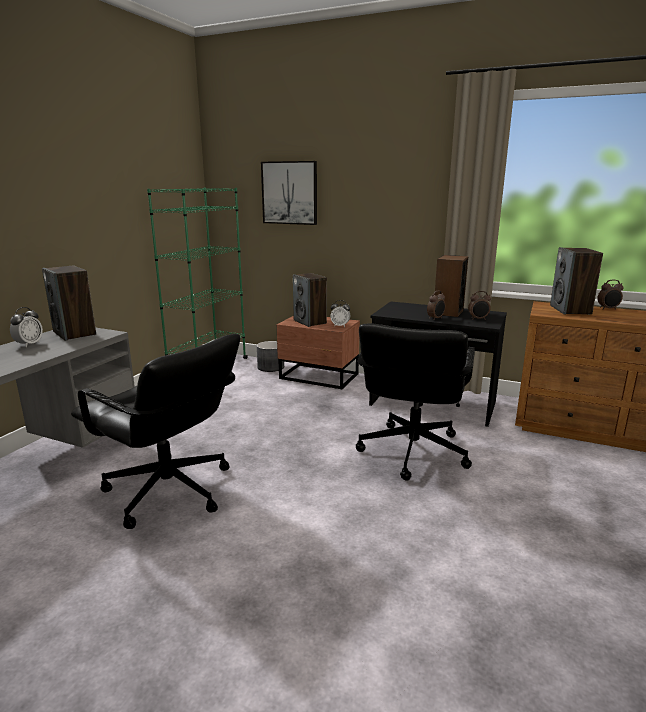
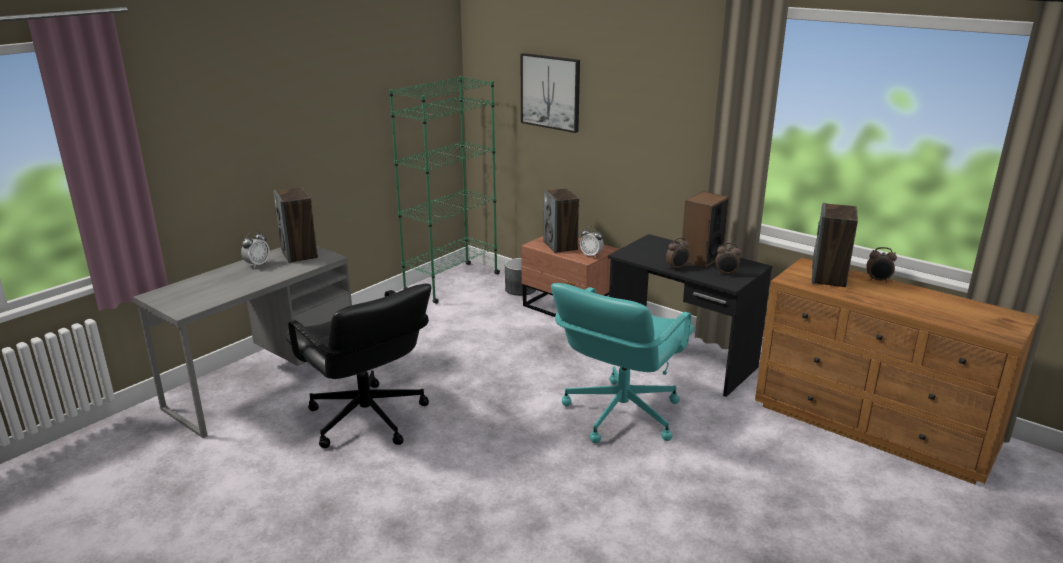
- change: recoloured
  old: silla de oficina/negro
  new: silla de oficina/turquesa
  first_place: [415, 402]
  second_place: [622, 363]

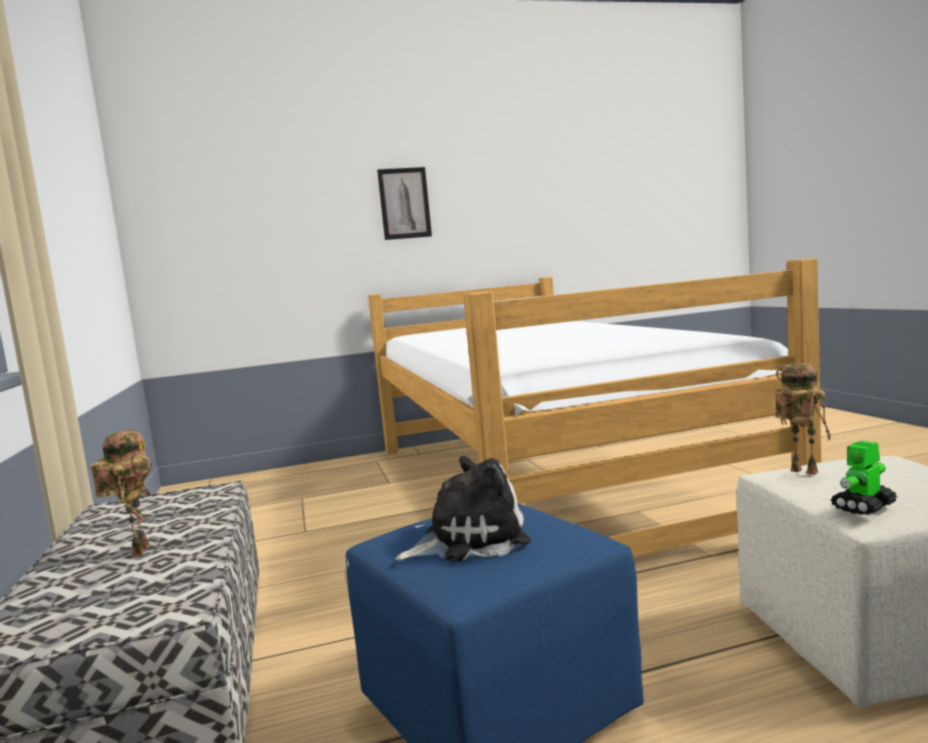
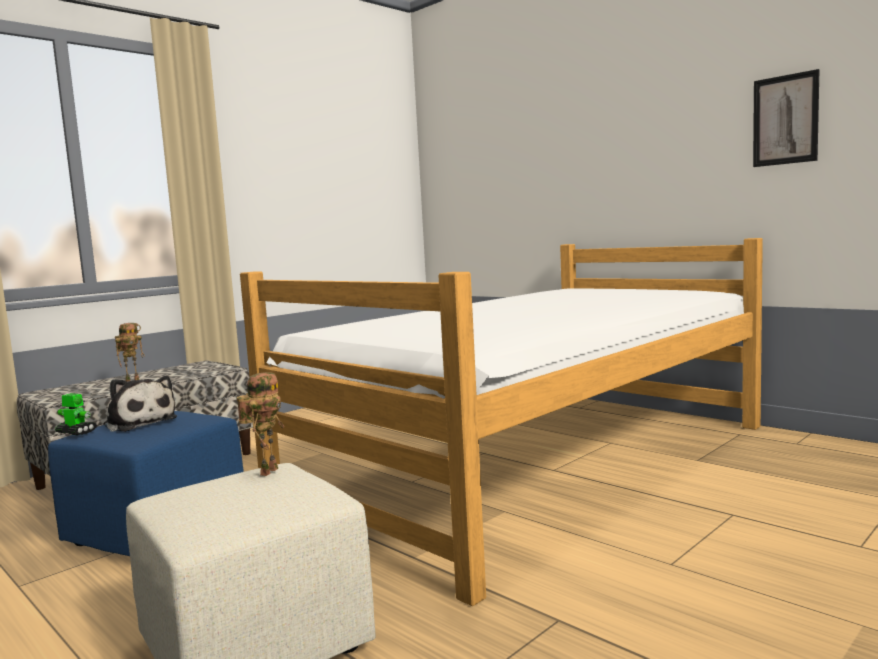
- change: moved
  old: cuadro
  first_place: [404, 203]
  second_place: [786, 118]
- change: moved
  old: robot de juguete
  first_place: [863, 478]
  second_place: [76, 414]

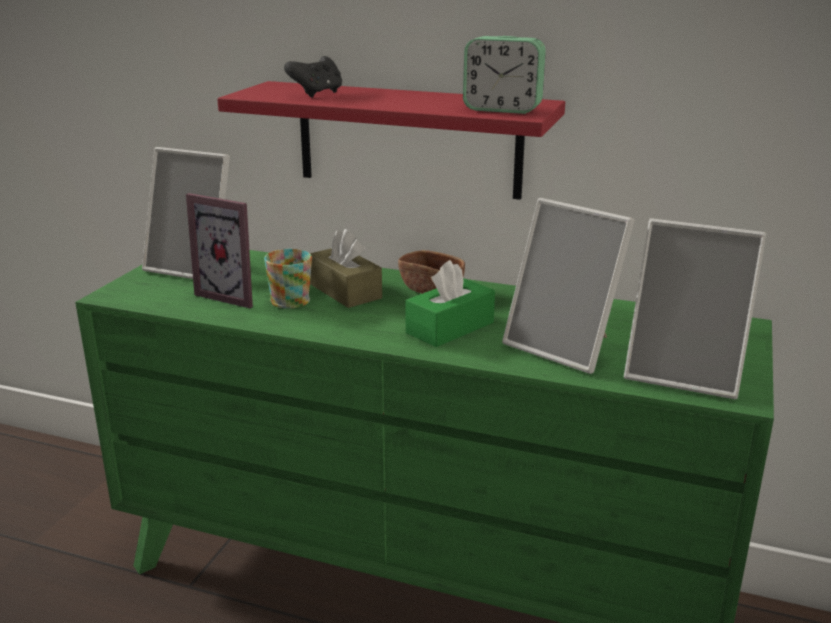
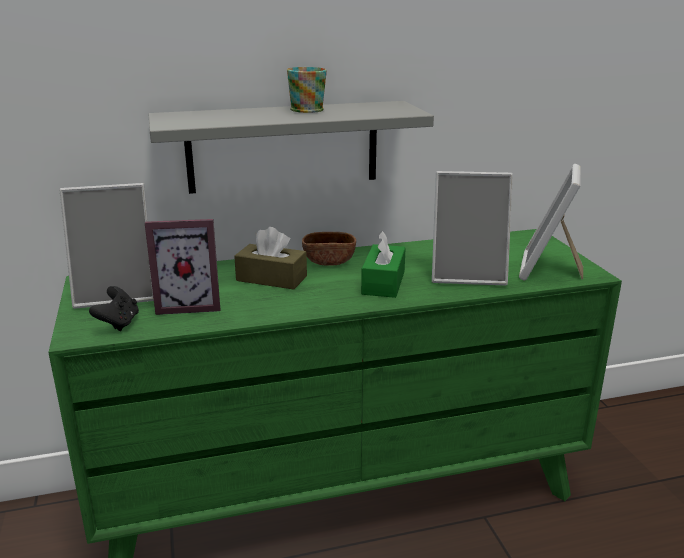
- change: recoloured
  old: estante/rojo
  new: estante/gris
  first_place: [391, 140]
  second_place: [291, 147]
- change: moved
  old: taza grande
  first_place: [288, 279]
  second_place: [307, 90]
- change: moved
  old: mando de consola/negro
  first_place: [313, 76]
  second_place: [114, 308]
- change: removed
  old: despertador
  first_place: [504, 75]
- change: turned
  old: portarretratos
  first_place: [695, 308]
  second_place: [551, 222]
  degrees: 120

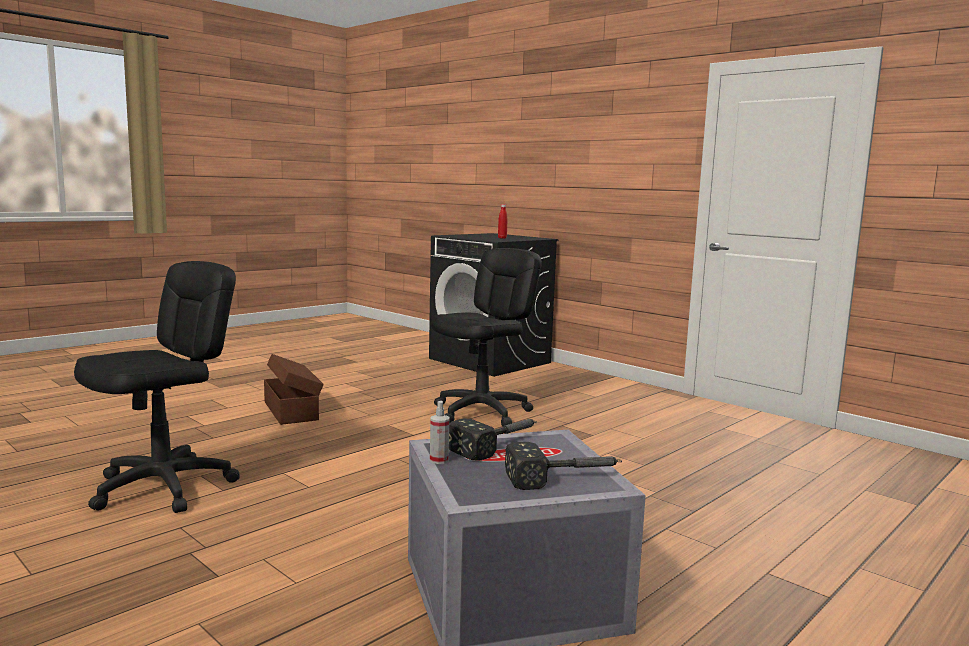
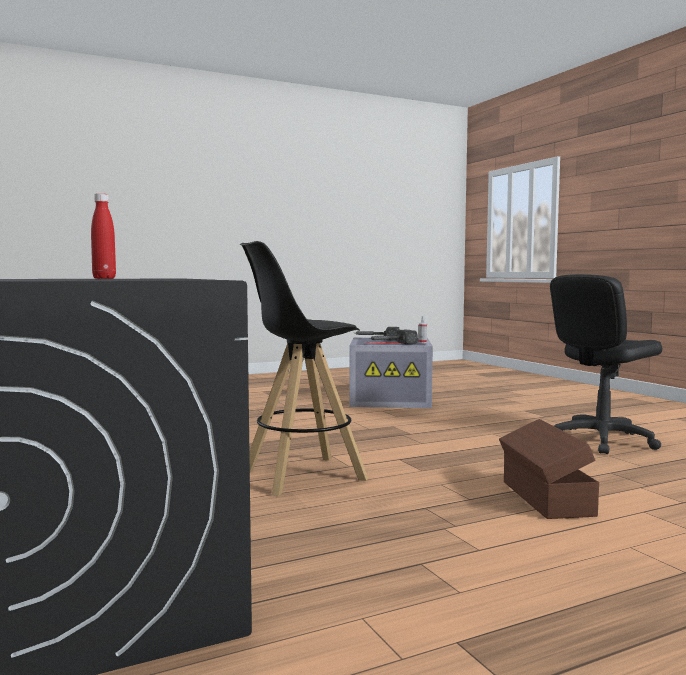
- change: replaced
  old: silla de oficina/negro
  new: taburete/negro
  first_place: [486, 337]
  second_place: [304, 368]

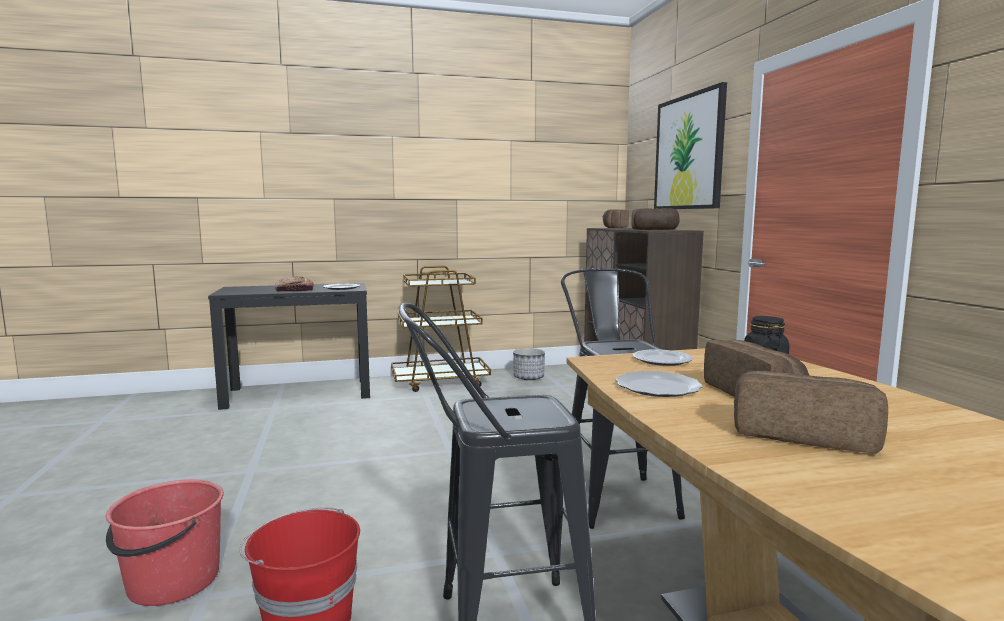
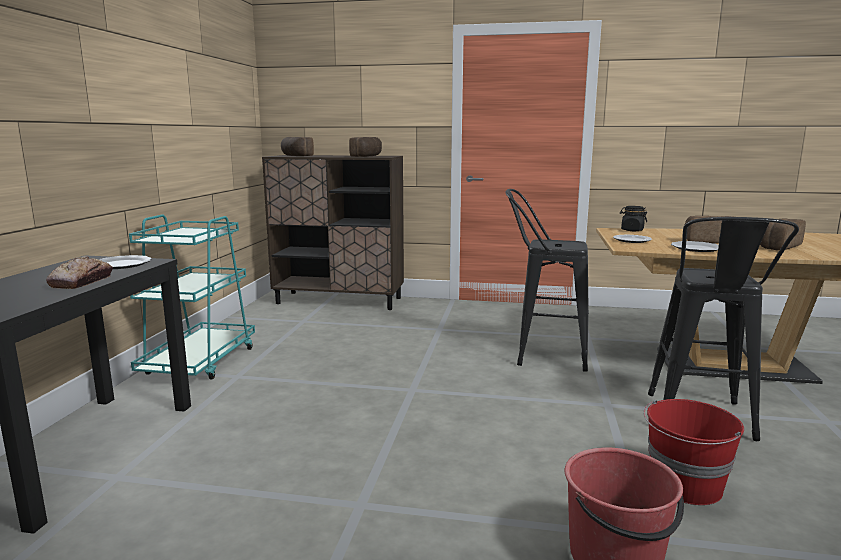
- change: recoloured
  old: carrito/marrón
  new: carrito/turquesa
  first_place: [441, 329]
  second_place: [192, 297]
- change: removed
  old: maceta
  first_place: [529, 364]
- change: removed
  old: cuadro
  first_place: [690, 145]

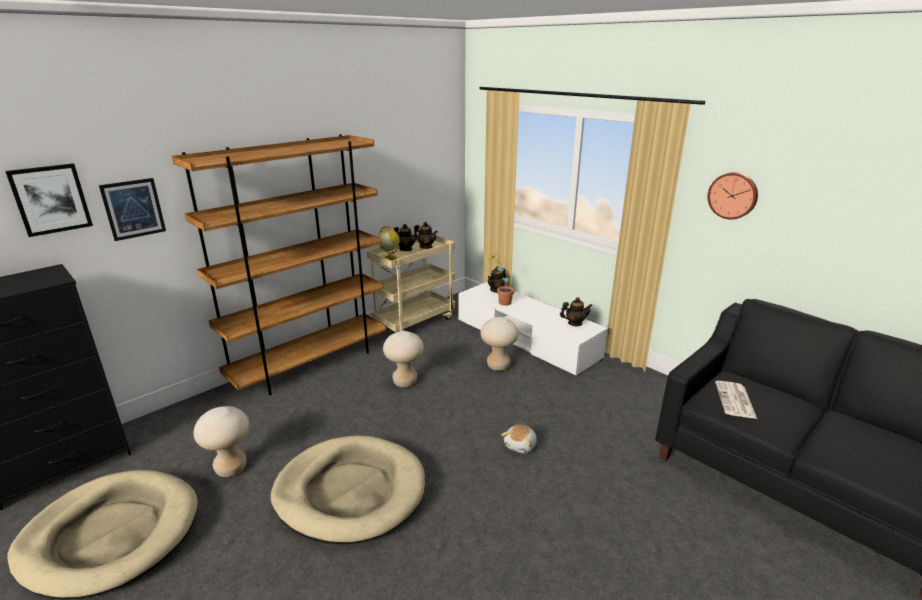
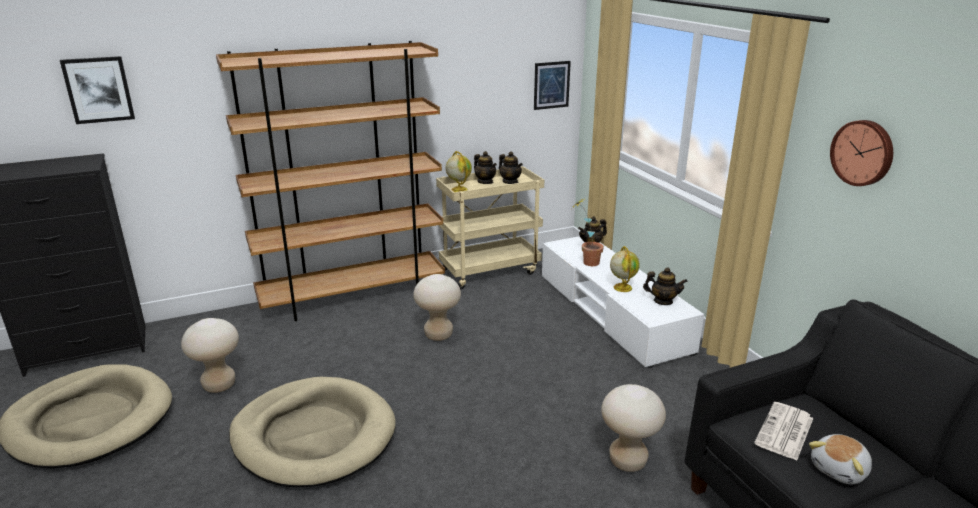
- change: moved
  old: cuadro
  first_place: [132, 209]
  second_place: [552, 85]
- change: moved
  old: taburete/beis
  first_place: [499, 344]
  second_place: [633, 428]
- change: moved
  old: peluche
  first_place: [519, 439]
  second_place: [840, 459]
- change: added
  new: globo terráqueo
  second_place: [625, 269]

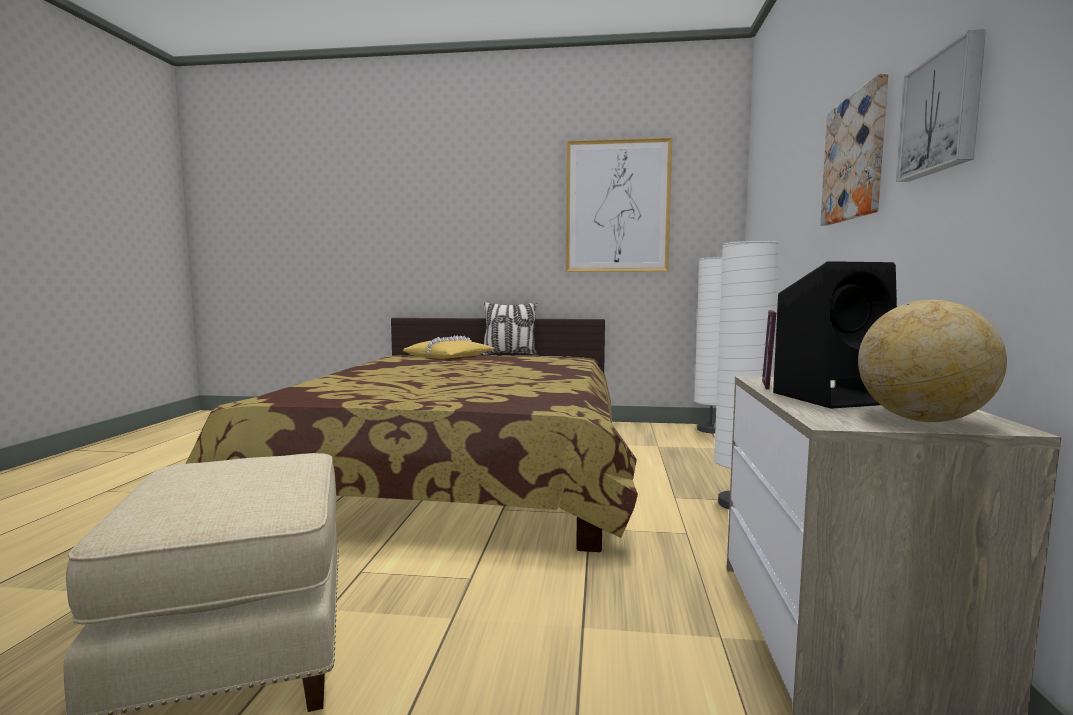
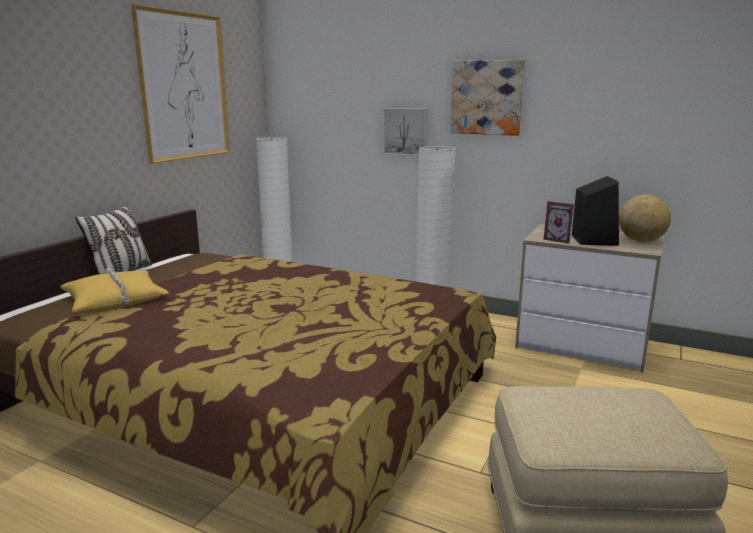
- change: moved
  old: cuadro
  first_place: [941, 105]
  second_place: [405, 132]

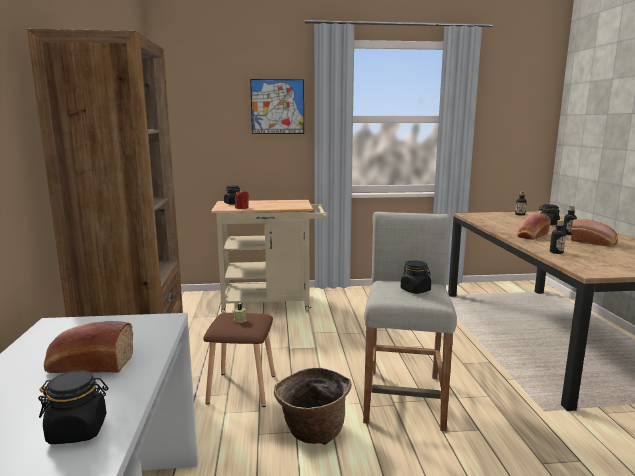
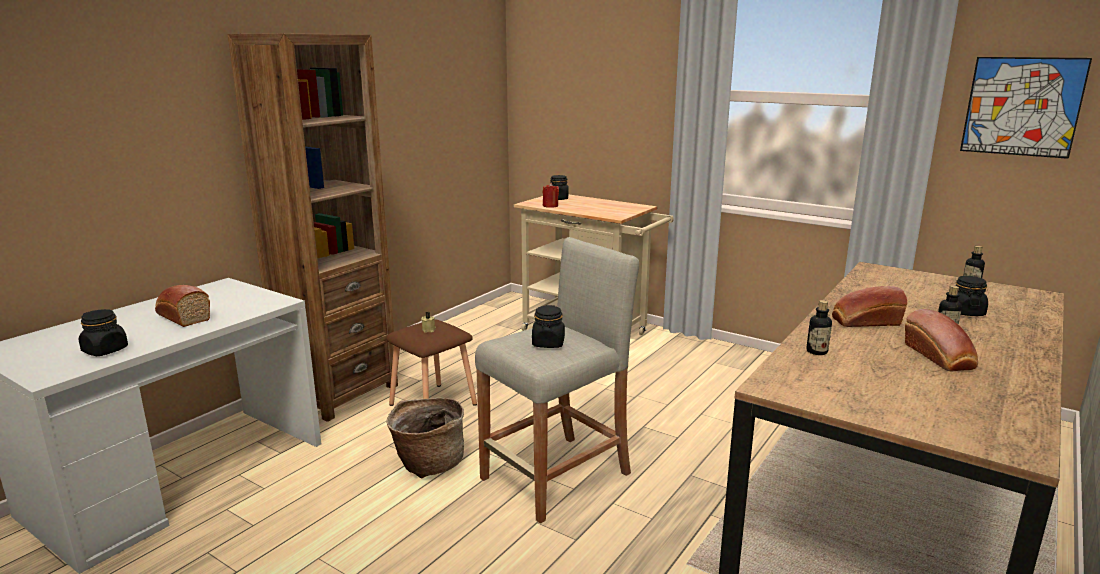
- change: moved
  old: cuadro
  first_place: [277, 106]
  second_place: [1026, 108]

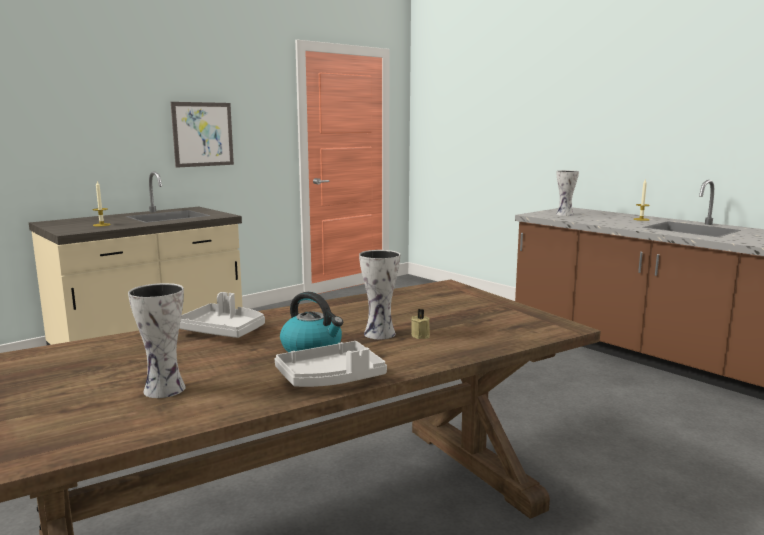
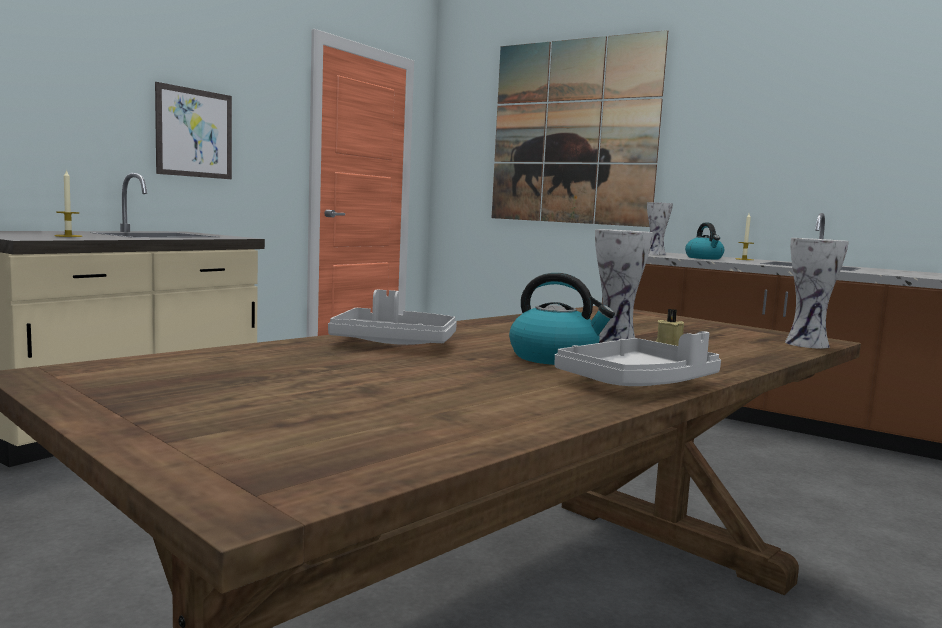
- change: moved
  old: florero
  first_place: [157, 340]
  second_place: [817, 293]
- change: added
  new: cuadro
  second_place: [580, 128]
- change: added
  new: hervidor
  second_place: [704, 241]

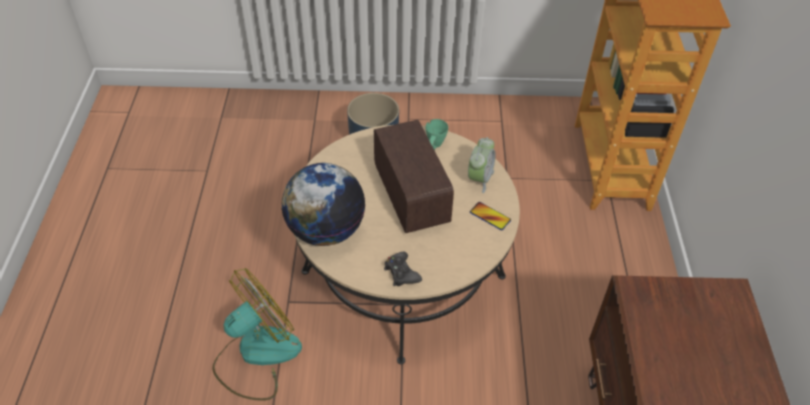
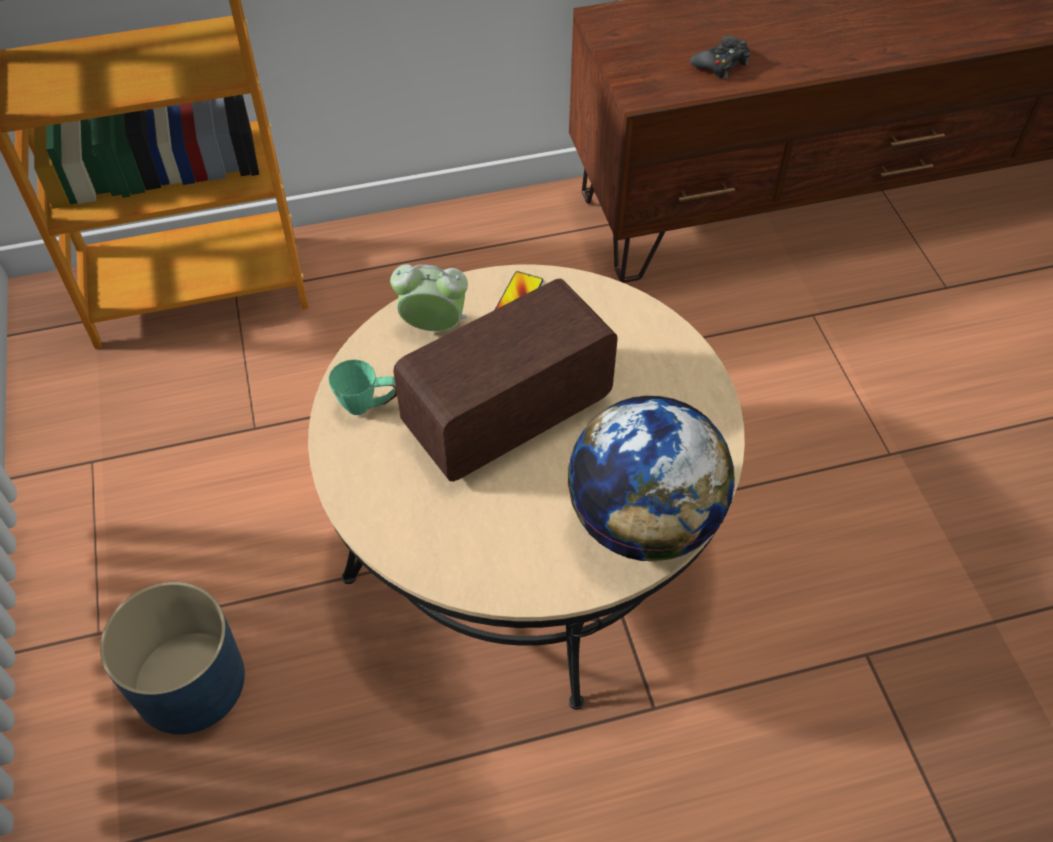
- change: removed
  old: ventilador
  first_place: [257, 334]
- change: moved
  old: mando de consola/negro
  first_place: [403, 269]
  second_place: [720, 57]

